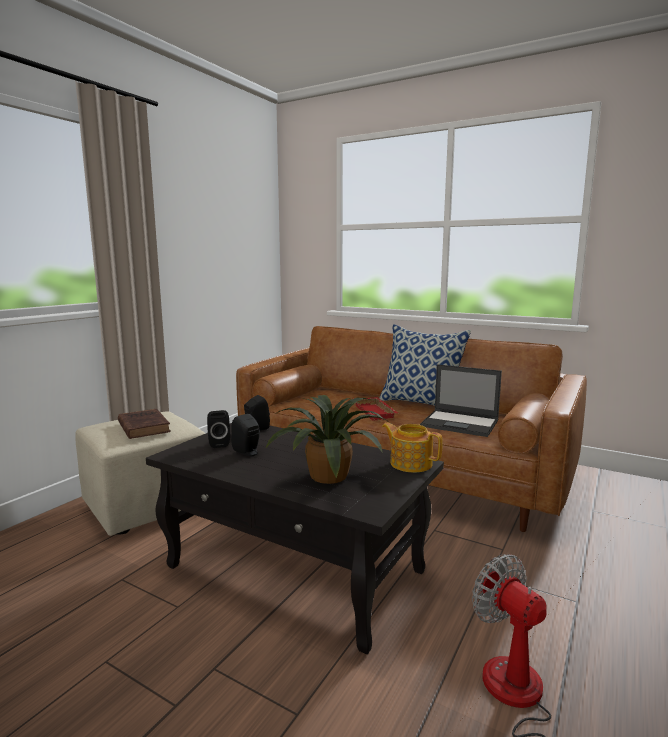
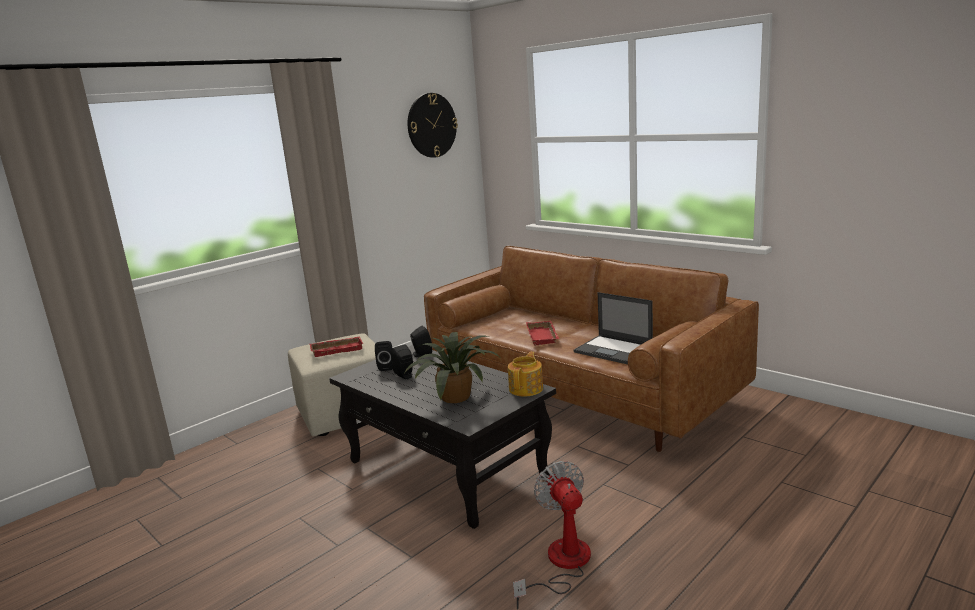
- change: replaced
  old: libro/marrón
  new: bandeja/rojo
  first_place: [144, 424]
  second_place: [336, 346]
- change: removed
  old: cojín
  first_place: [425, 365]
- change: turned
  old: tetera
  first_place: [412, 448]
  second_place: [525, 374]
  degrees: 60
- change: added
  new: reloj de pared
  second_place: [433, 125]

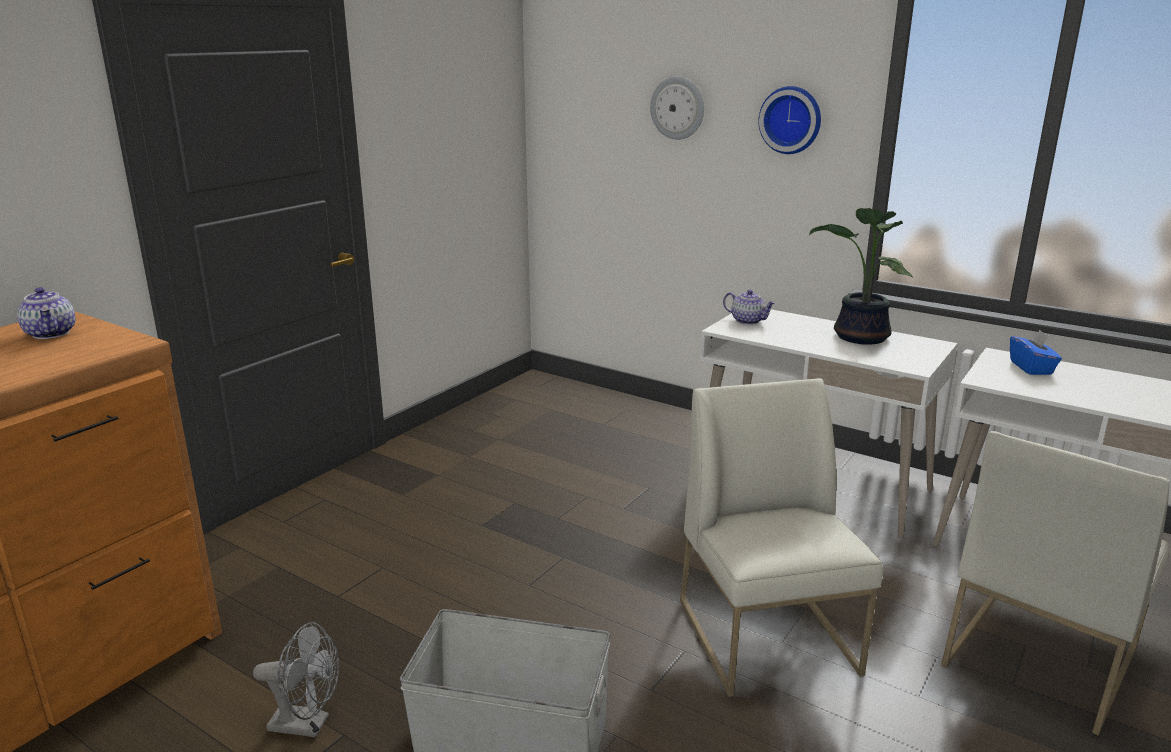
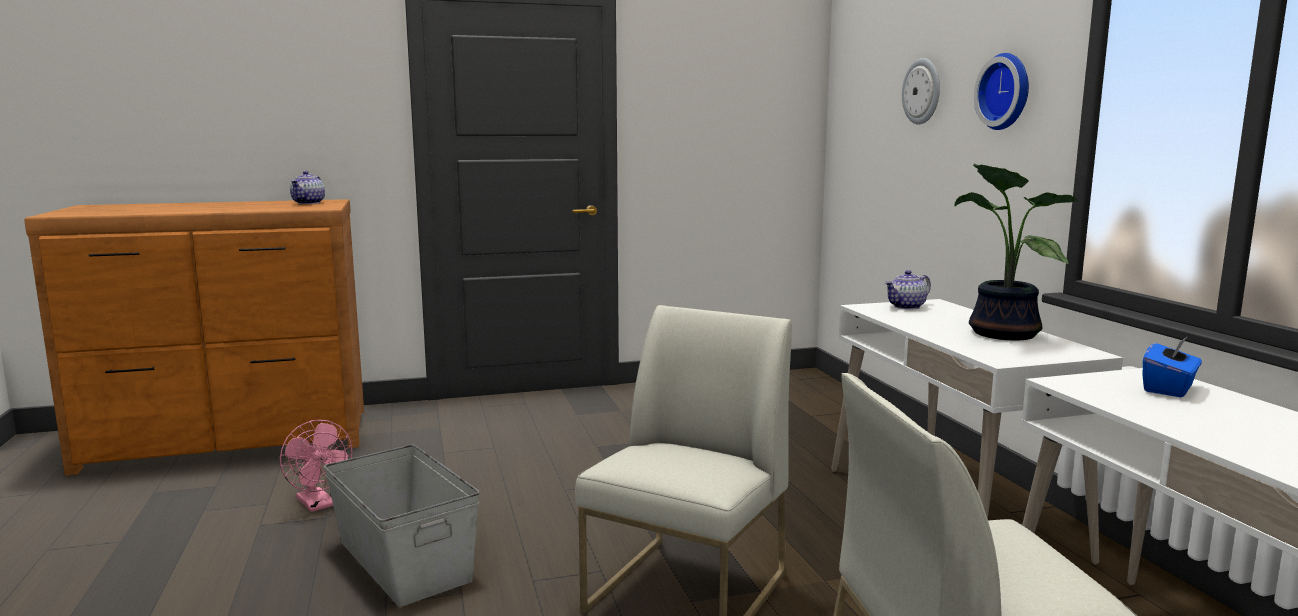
- change: recoloured
  old: ventilador/gris
  new: ventilador/rosa
  first_place: [296, 679]
  second_place: [316, 466]
- change: turned
  old: tetera
  first_place: [749, 307]
  second_place: [908, 289]
  degrees: 75

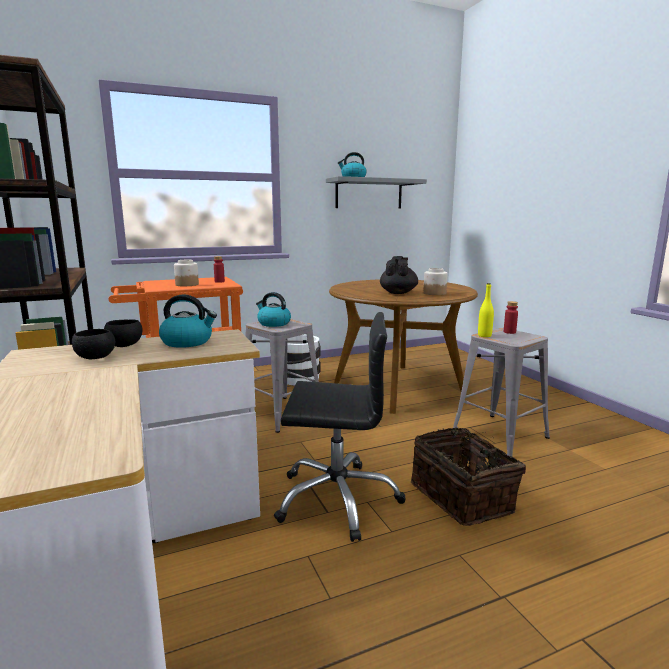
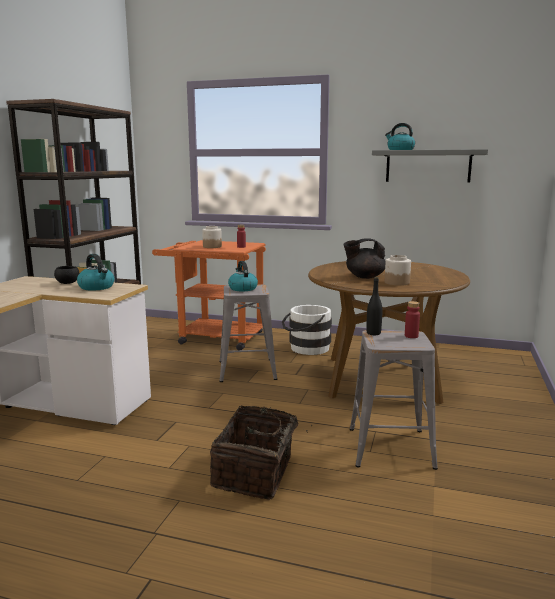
- change: removed
  old: cuenco/negro
  first_place: [93, 344]
- change: removed
  old: silla de oficina/negro
  first_place: [340, 427]
- change: turned
  old: tetera/negro
  first_place: [399, 275]
  second_place: [364, 258]
  degrees: -150
- change: recoloured
  old: botella/amarillo
  new: botella/negro
  first_place: [486, 310]
  second_place: [374, 306]

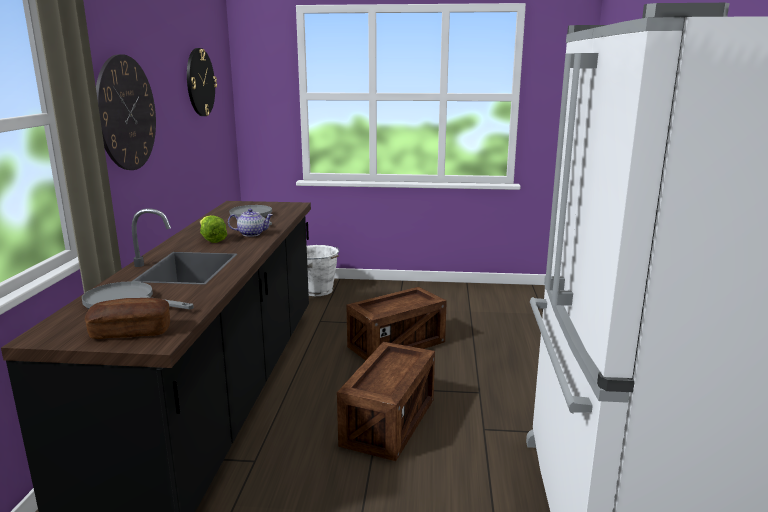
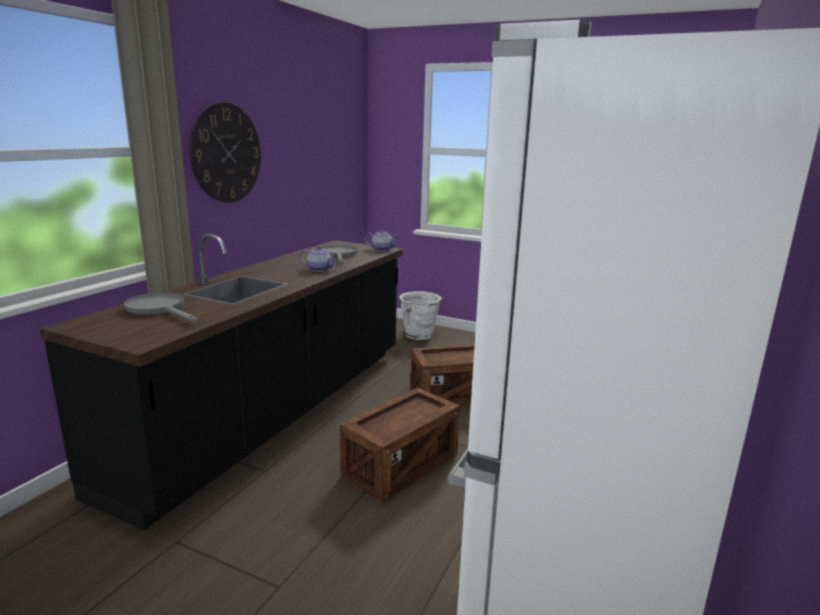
- change: removed
  old: pan
  first_place: [127, 318]
- change: removed
  old: reloj de pared
  first_place: [202, 82]
- change: removed
  old: lechuga
  first_place: [214, 229]
- change: added
  new: tetera
  second_place: [382, 240]

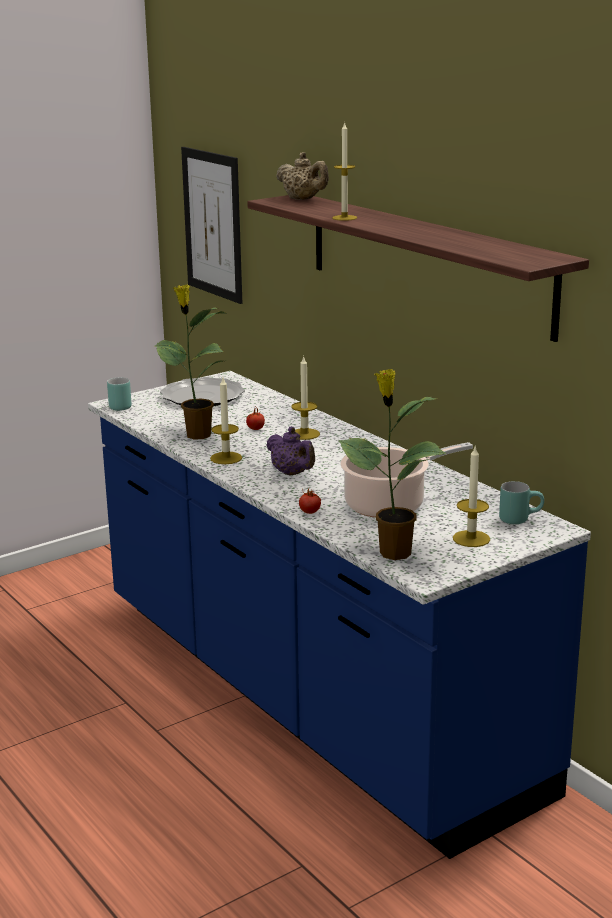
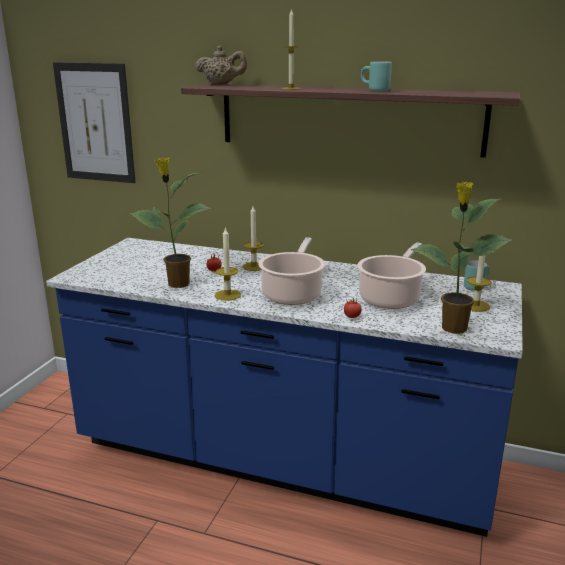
- change: moved
  old: taza grande/turquesa
  first_place: [119, 394]
  second_place: [376, 76]
- change: removed
  old: plato
  first_place: [202, 391]
- change: replaced
  old: tetera/morado
  new: olla
  first_place: [290, 451]
  second_place: [291, 271]

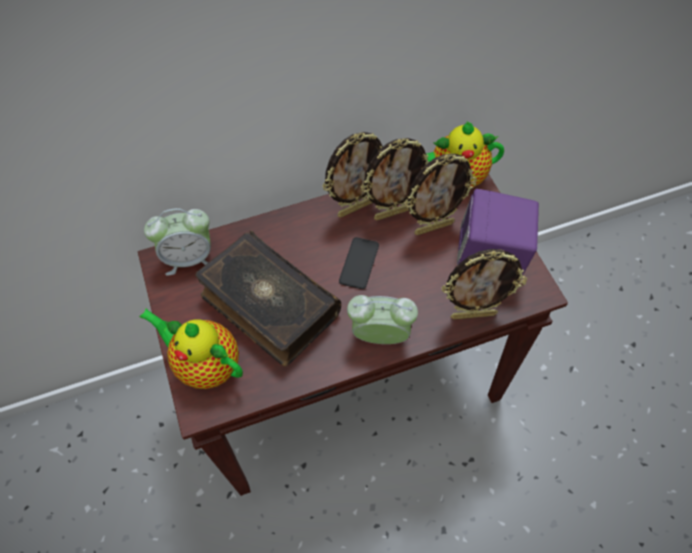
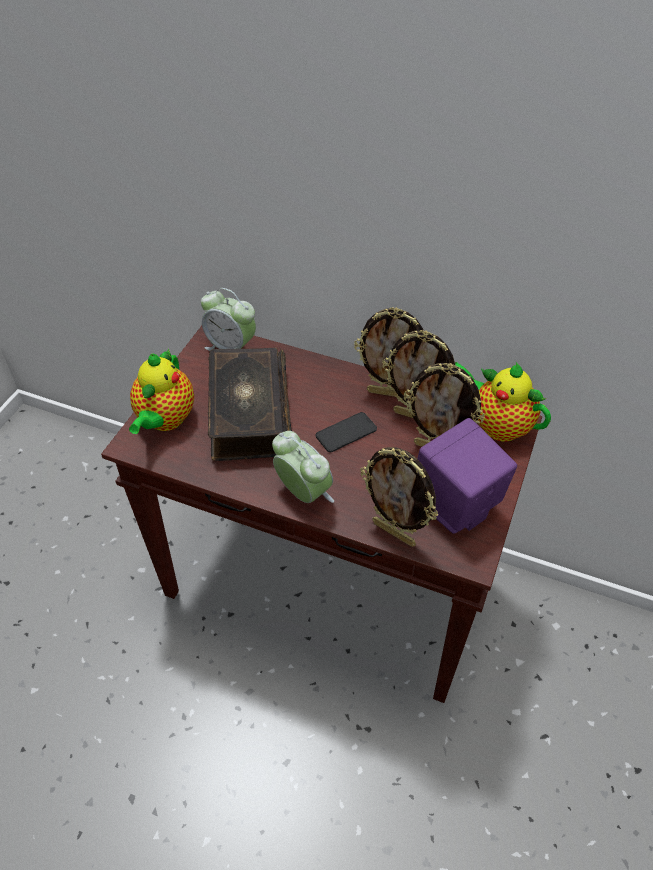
- change: turned
  old: tetera
  first_place: [191, 349]
  second_place: [161, 391]
  degrees: -150

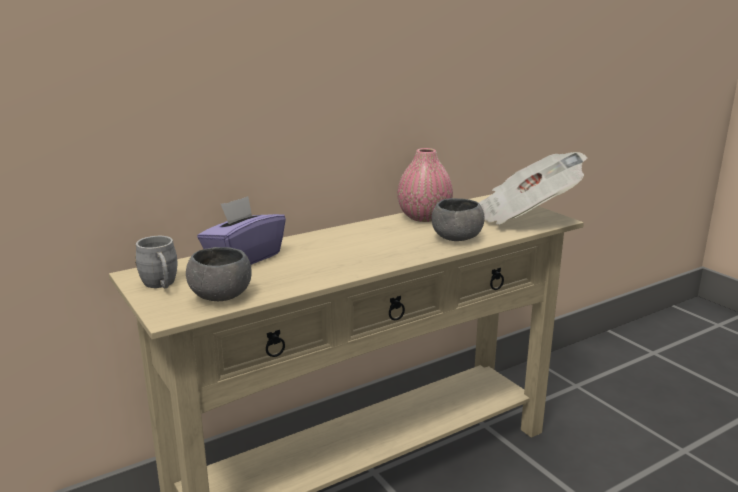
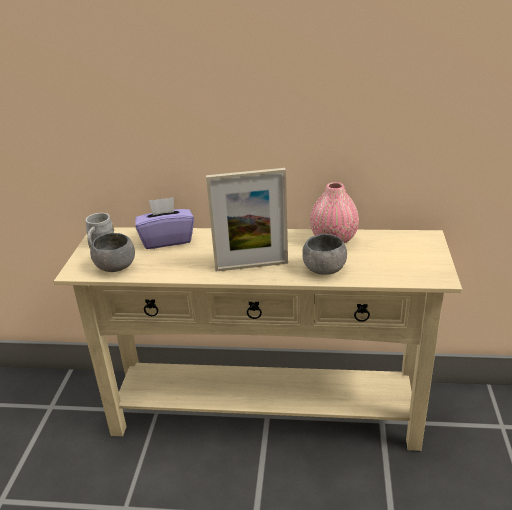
- change: removed
  old: periódico
  first_place: [533, 188]
- change: added
  new: portarretratos
  second_place: [247, 220]

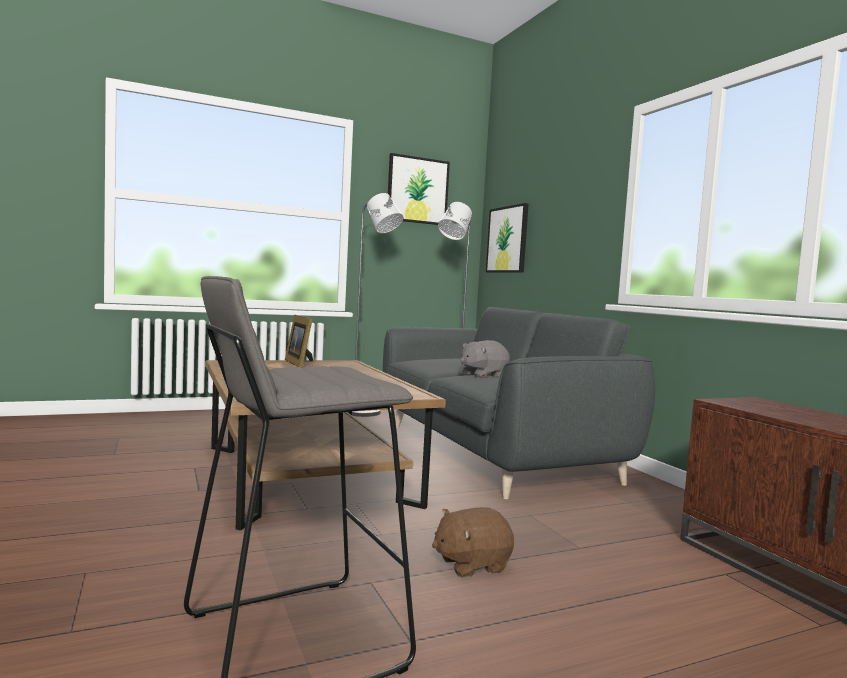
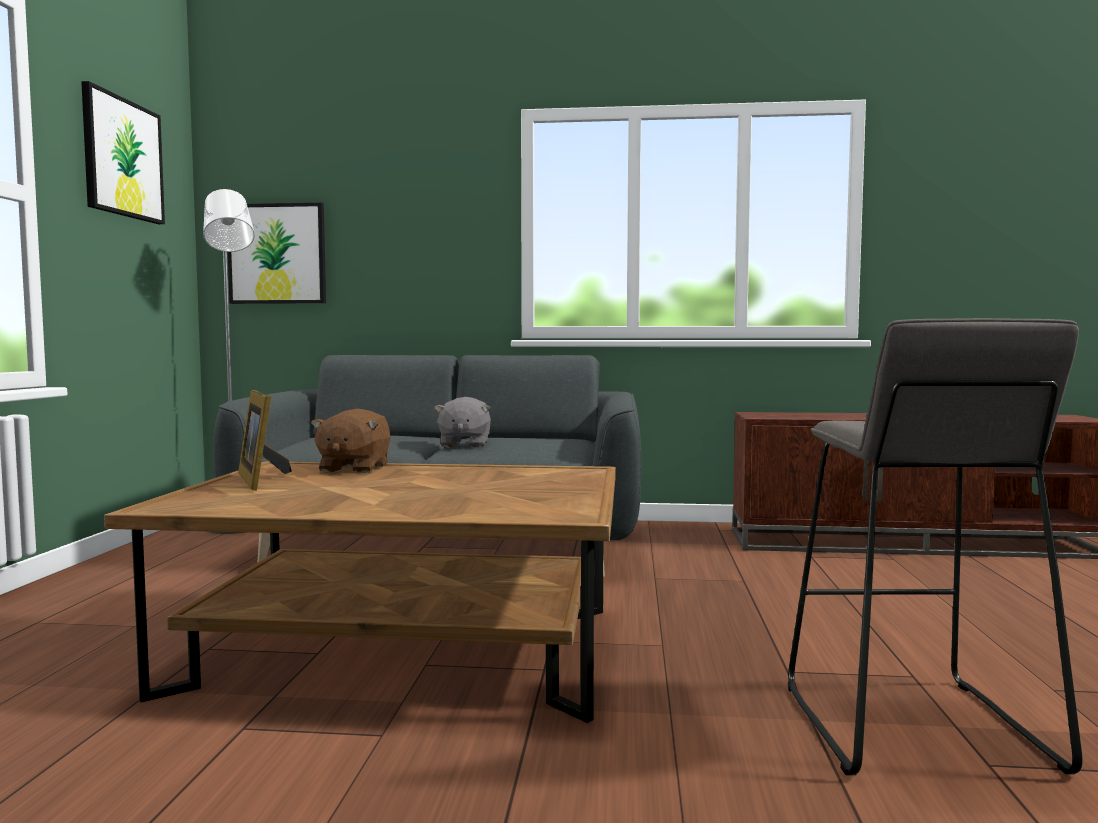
- change: turned
  old: portarretratos
  first_place: [299, 341]
  second_place: [265, 440]
  degrees: 60
- change: removed
  old: lámpara de pie/gris
  first_place: [378, 305]
- change: moved
  old: peluche/marrón
  first_place: [473, 542]
  second_place: [351, 441]

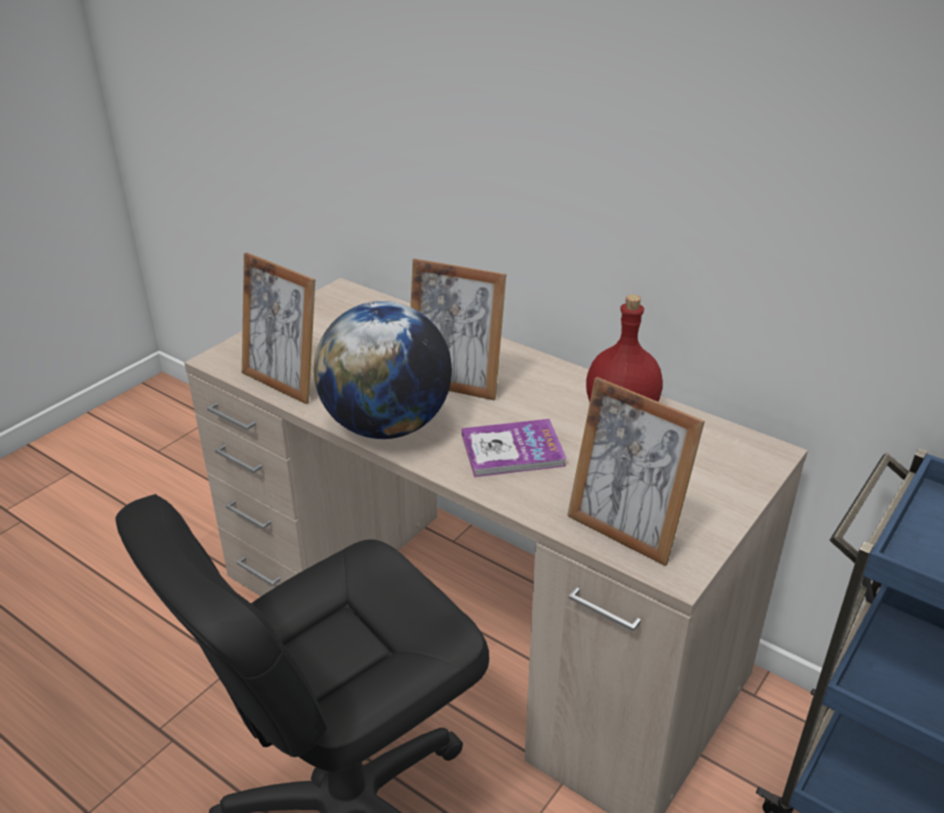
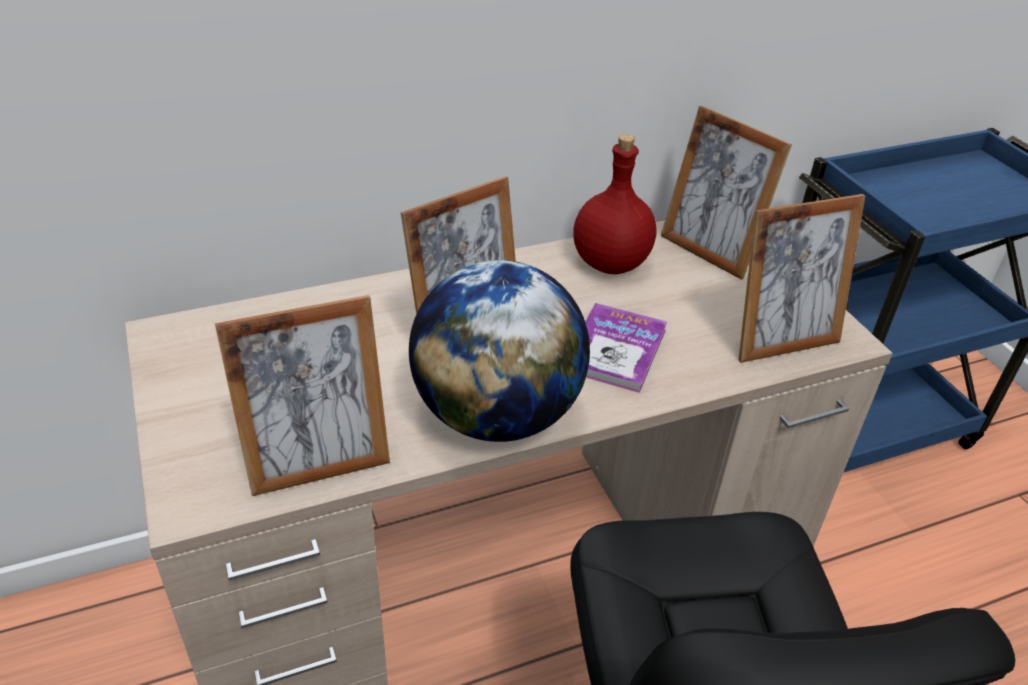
- change: added
  new: portarretratos
  second_place: [726, 193]

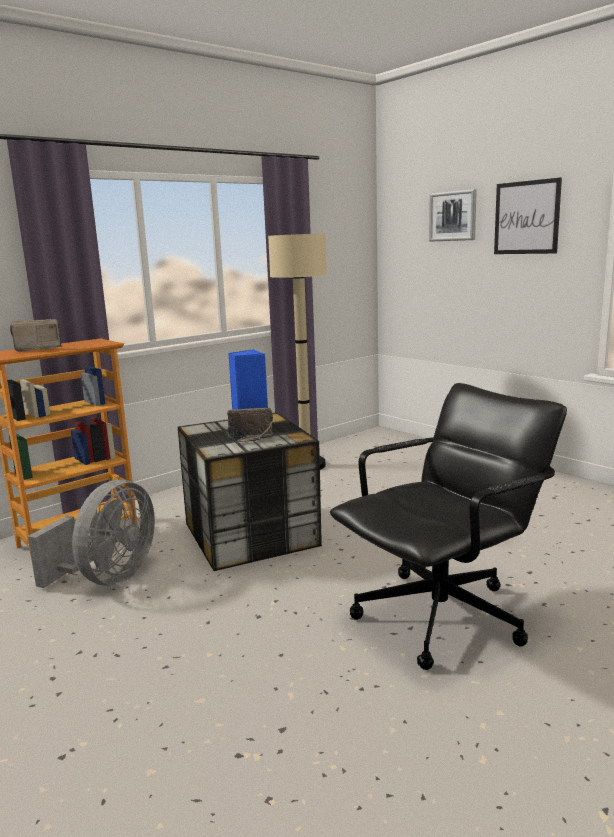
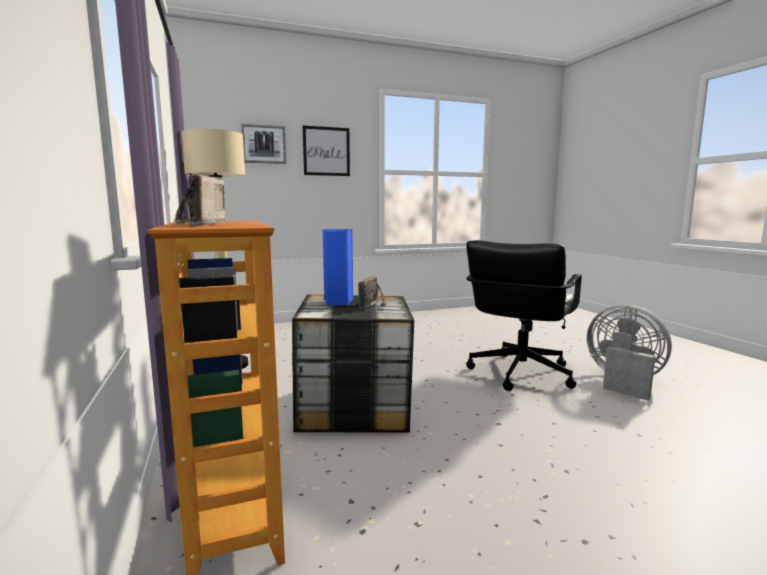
- change: moved
  old: ventilador/gris
  first_place: [91, 534]
  second_place: [629, 352]
- change: turned
  old: silla de oficina/negro
  first_place: [448, 526]
  second_place: [524, 315]
  degrees: -135

